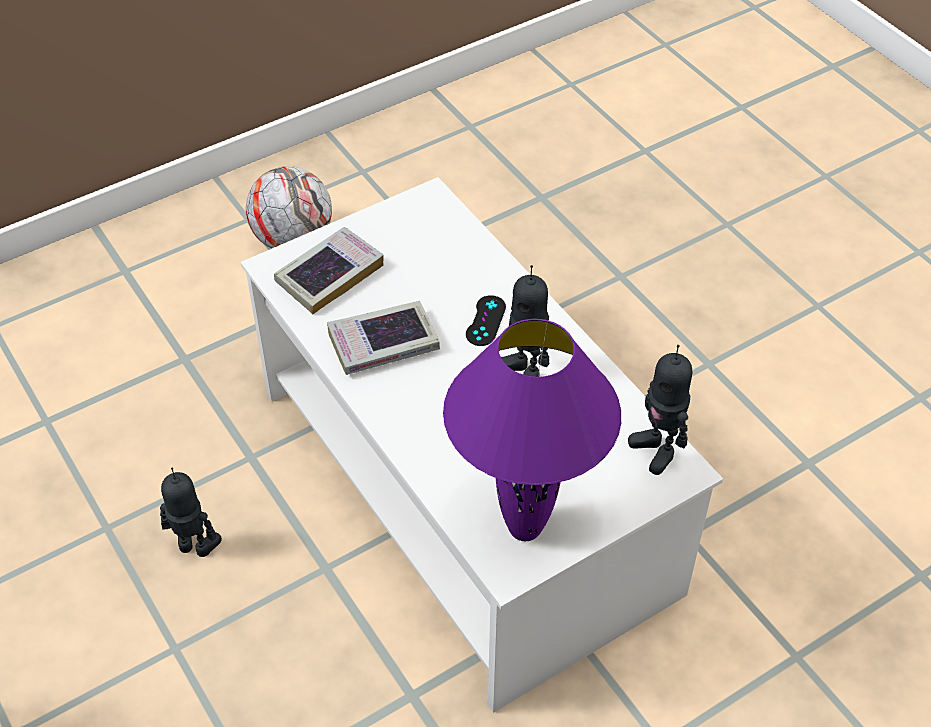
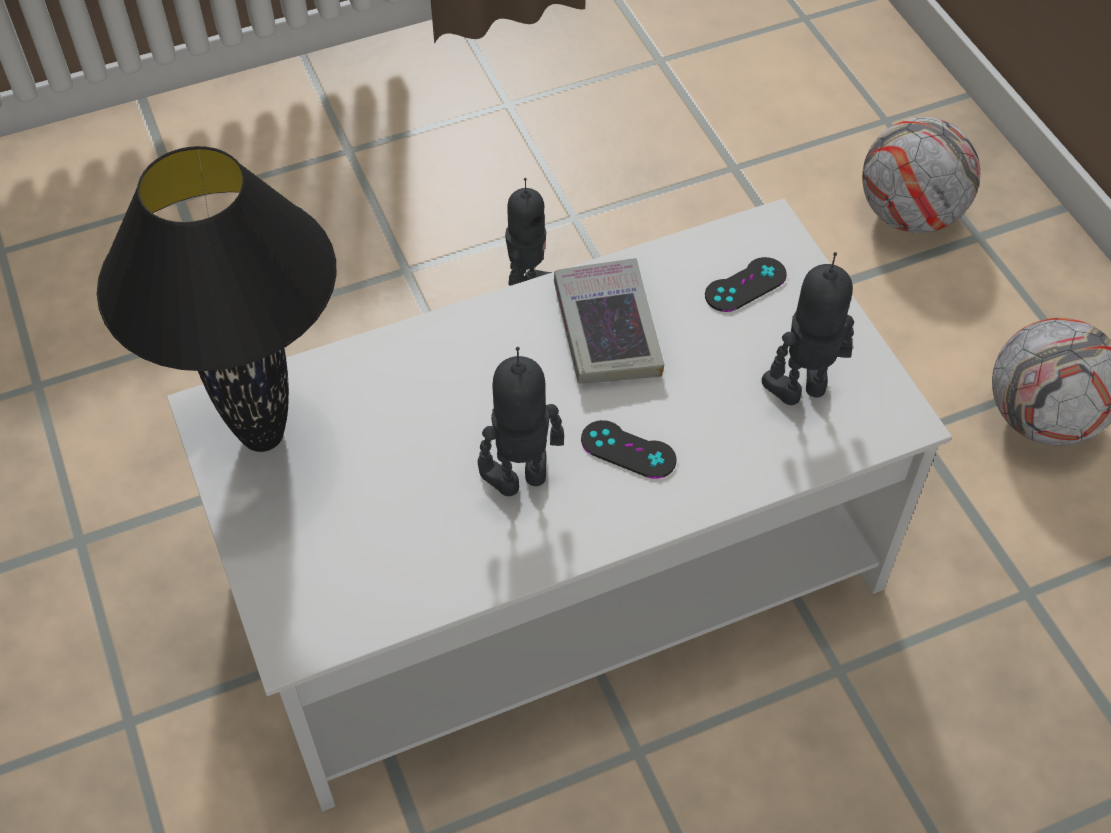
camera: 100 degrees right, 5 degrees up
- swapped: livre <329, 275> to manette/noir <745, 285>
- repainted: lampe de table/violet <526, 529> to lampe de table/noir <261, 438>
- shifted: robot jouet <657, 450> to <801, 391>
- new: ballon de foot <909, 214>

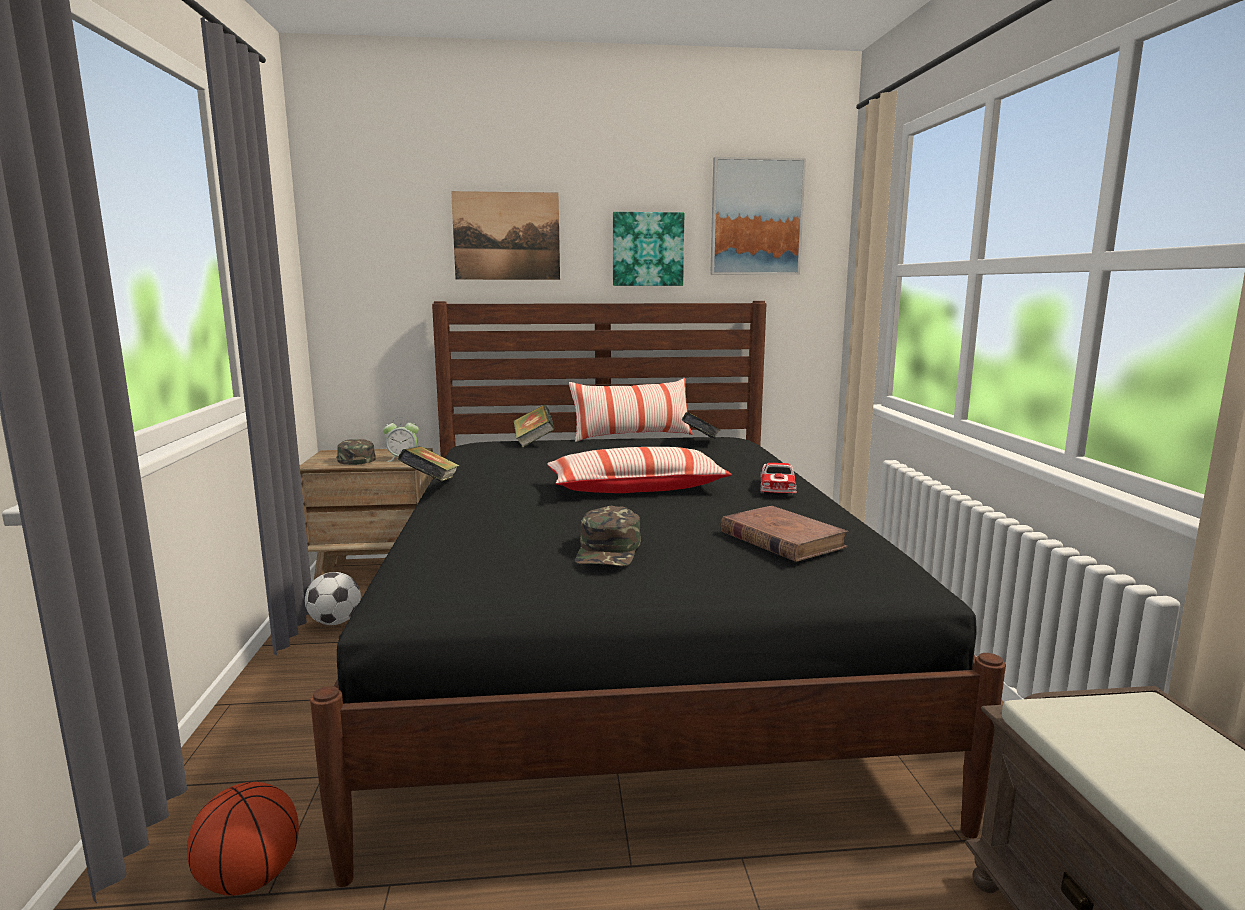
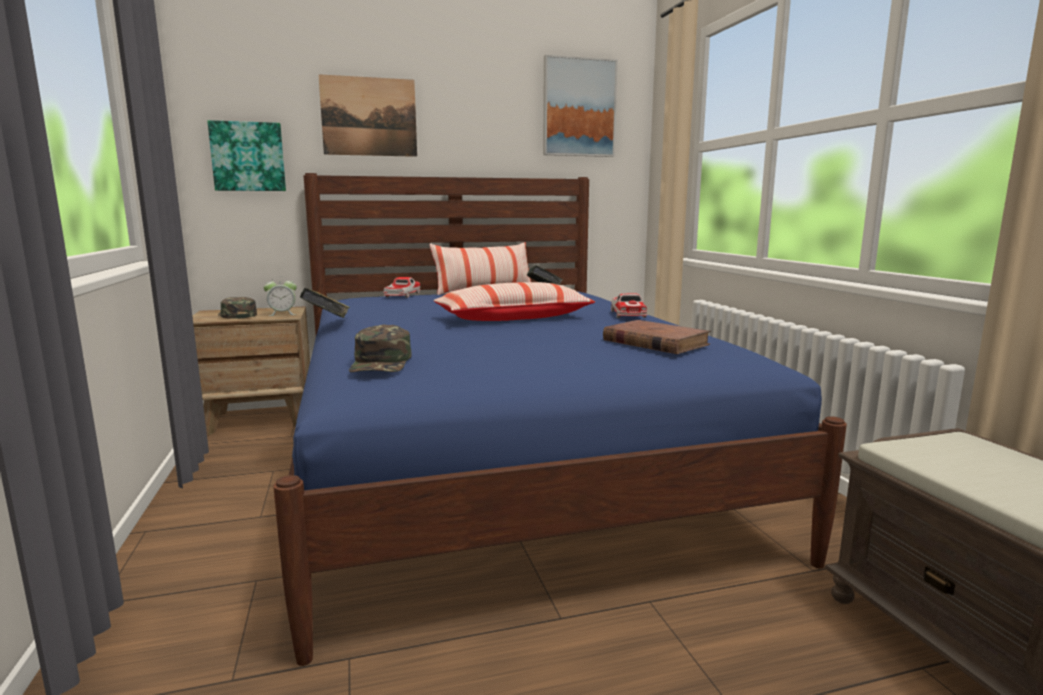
camera: 10 degrees left, 0 degrees up
- shifted: tableau <647, 249> to <248, 157>
- repainted: lit/noir <625, 650> to lit/bleu <502, 462>
- swapped: livre <533, 442> to petite voiture <402, 295>
- shifted: casquette/vert <609, 550> to <382, 363>
- gone: ballon de foot <335, 622>
- gone: ballon de basket <250, 879>

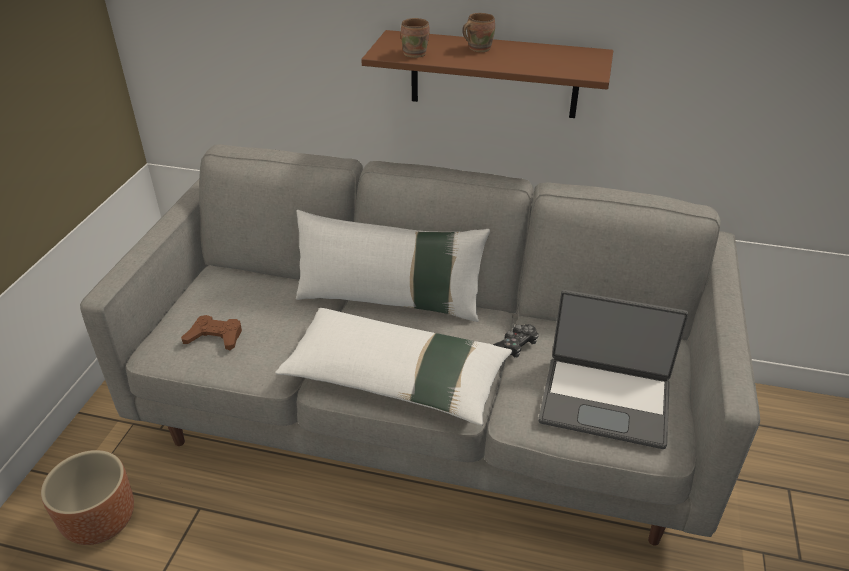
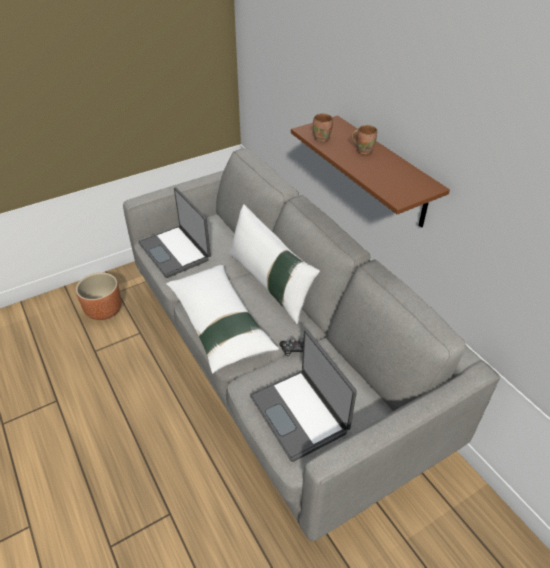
camera: 45 degrees right, 5 degrees up
- swapped: manette/marron <215, 337> to ordinateur portable <175, 251>

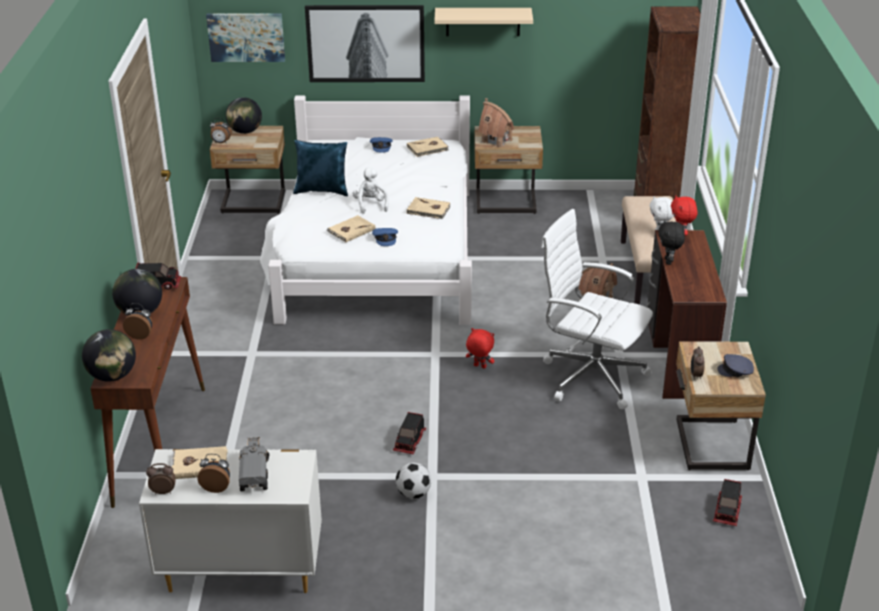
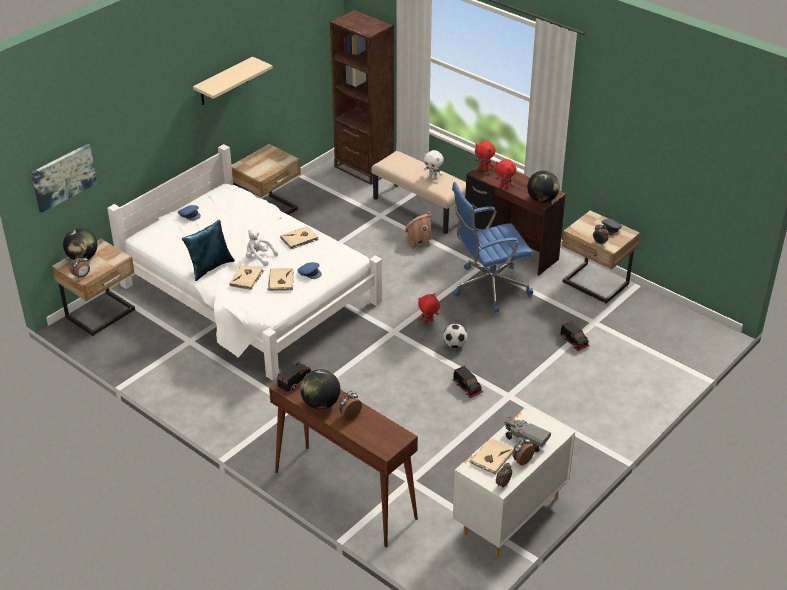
camera: 50 degrees left, 5 degrees up
- gone: tableau <365, 43>
- gone: maison miniature <496, 140>
- shifted: livre/beige <428, 148> to <247, 278>
- repainted: chaise de bureau/blanc <590, 376> to chaise de bureau/bleu <488, 287>
- repainted: peluche/noir <669, 261> to peluche/rouge <504, 187>
- shifted: globe <112, 376> to <542, 199>
- shifted: ballon de foot <413, 494> to <454, 345>
- shifted: camion jouet <728, 511> to <574, 341>

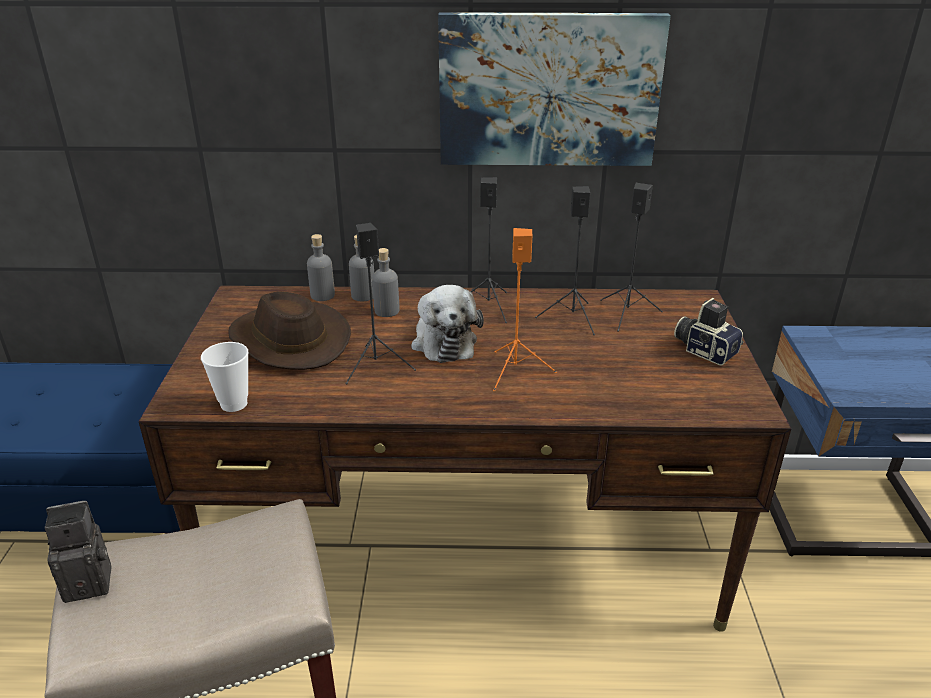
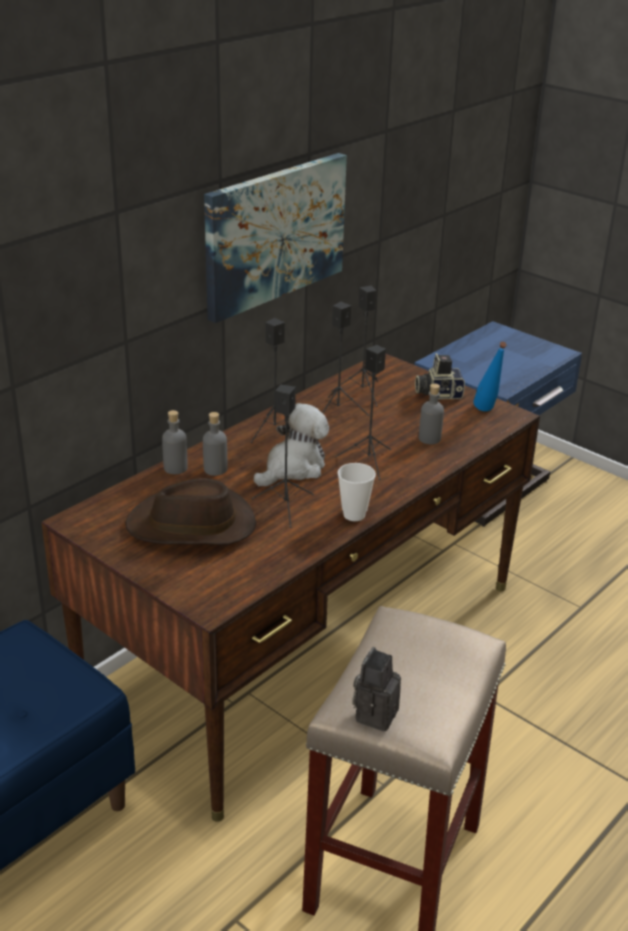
camera: 50 degrees left, 0 degrees up
- repainted: enceinte/orange <515, 371> to enceinte/noir <369, 462>
- shifted: bouteille/gris <322, 295> to <429, 438>
- rotated: peluche <443, 341> = <293, 468> 75 degrees counterclockwise
- shifted: tasse <234, 404> to <354, 515>
- new: bouteille/bleu <487, 412>

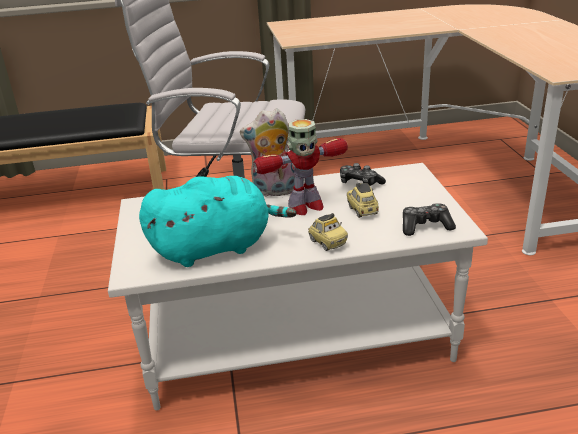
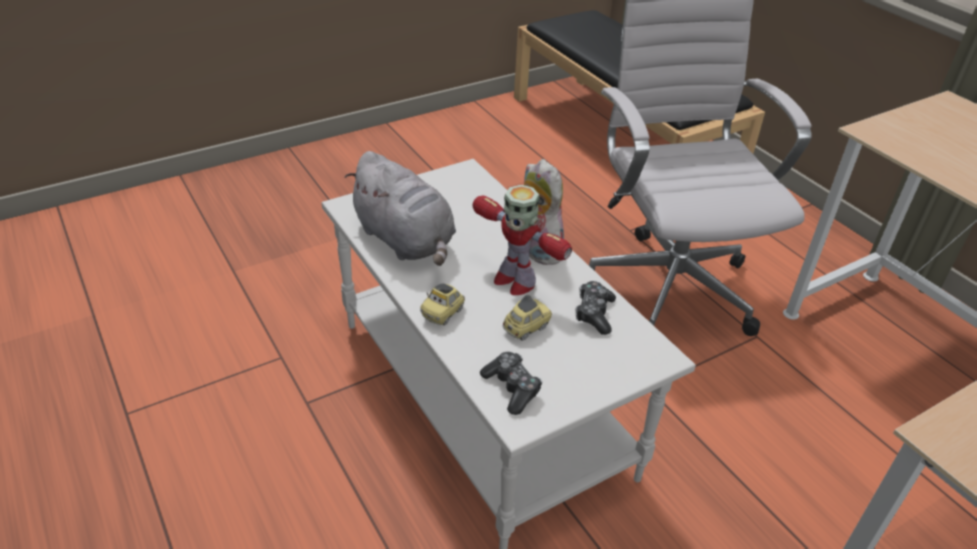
camera: 65 degrees right, 10 degrees up
- repainted: peluche/turquoise <216, 247> to peluche/gris <406, 241>

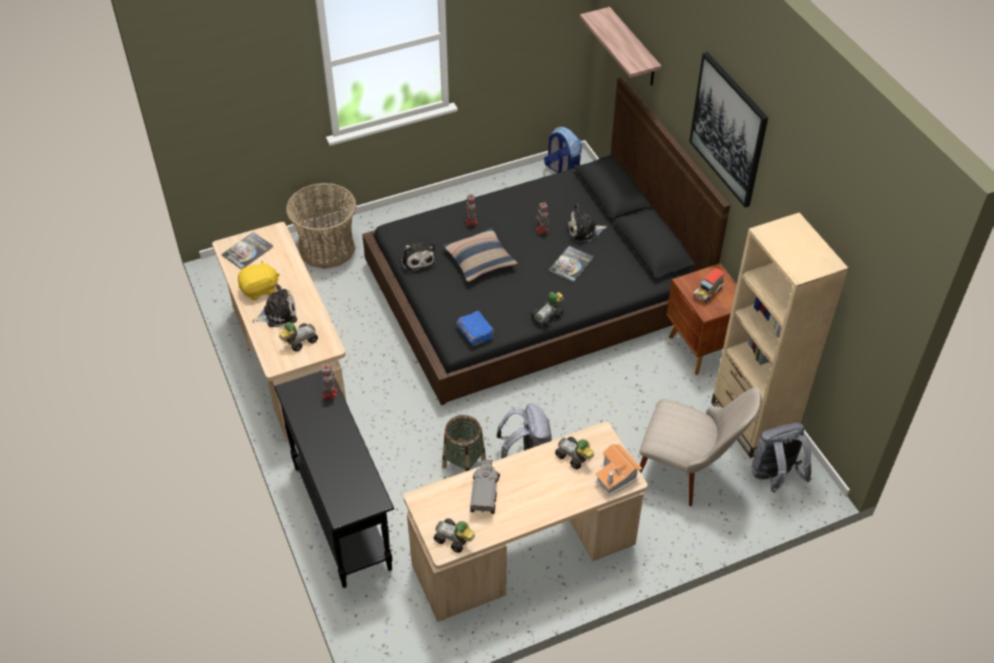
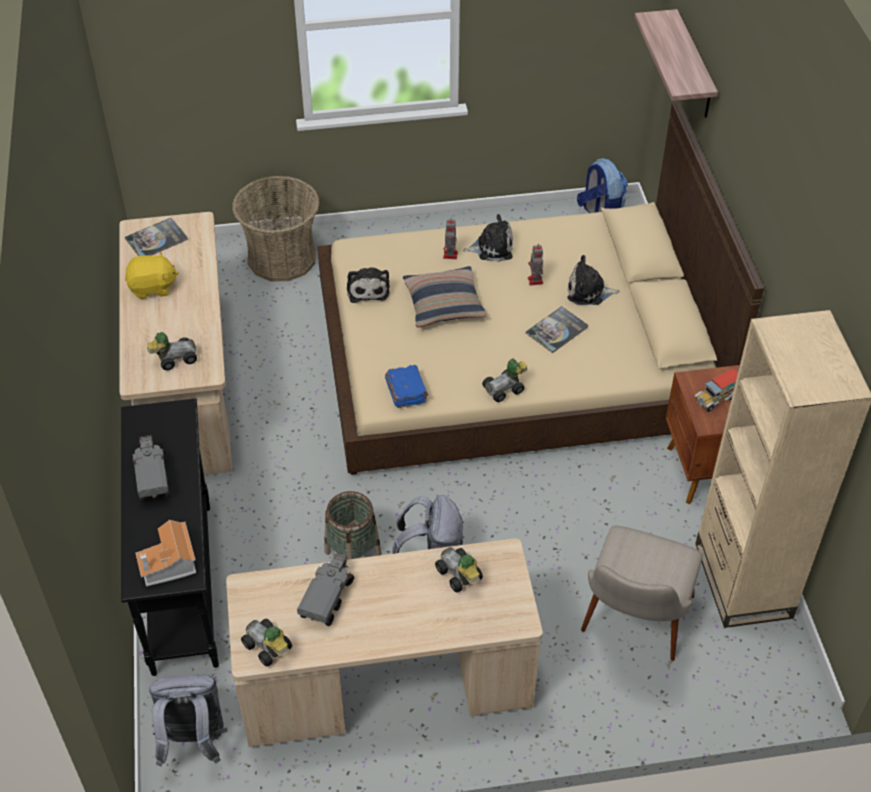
camera: 15 degrees right, 0 degrees up
- gone: tableau <728, 129>
- repainted: lit/noir <534, 290> to lit/beige <515, 355>
- shifted: peluche <278, 314> to <492, 248>
- gone: robot jouet <330, 393>
- rotated: chaise/beige <686, 473> = <632, 629> 75 degrees clockwise
- shifted: sac à dos/gris <775, 477> to <193, 742>
- shifted: maison miniature <616, 477> to <169, 565>
- new: camion jouet <152, 478>

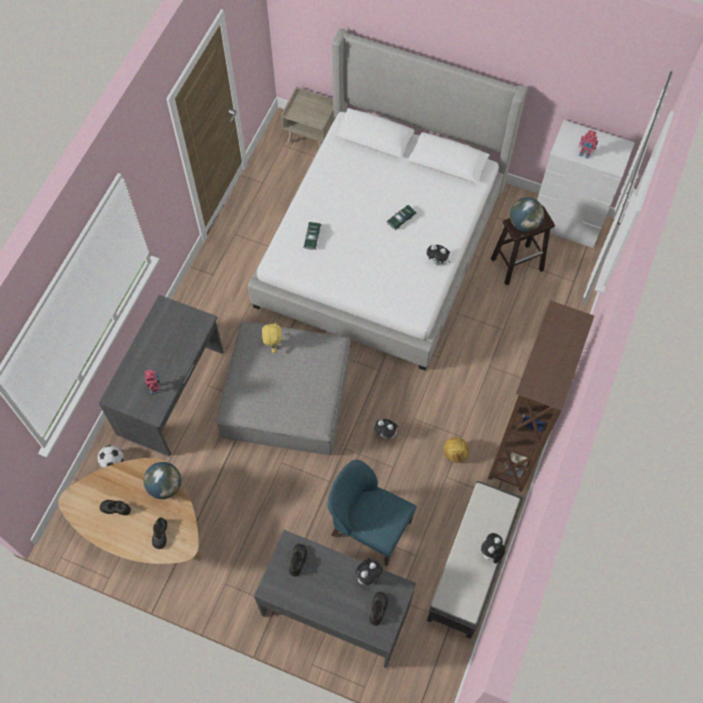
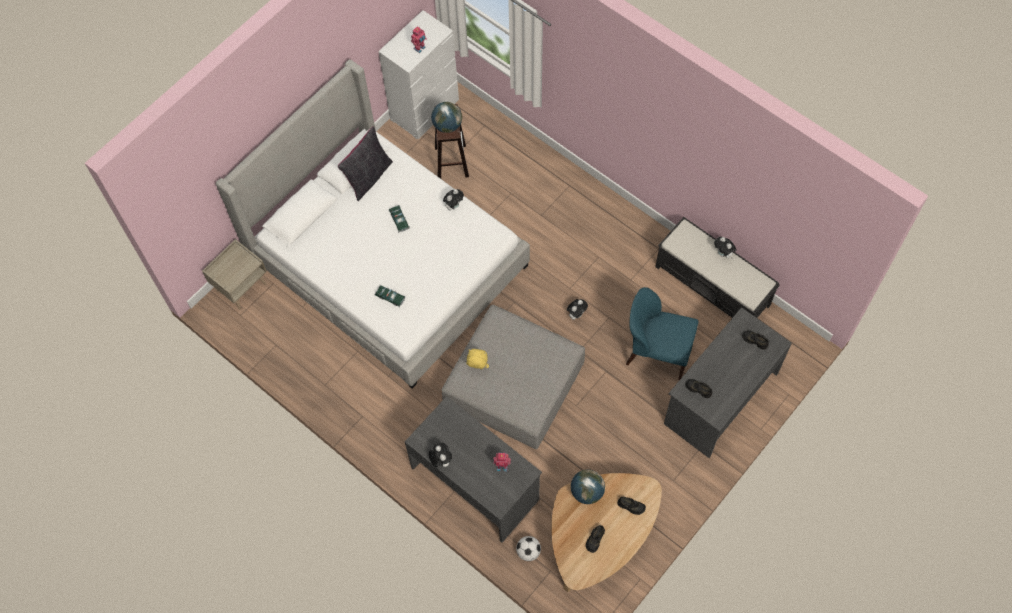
camera: 70 degrees left, 0 degrees up
- gone: bibliothèque/marron <517, 447>
- gone: ballon de foot <455, 454>
- rotated: chaise/bleu <369, 527> = <657, 352> 60 degrees clockwise
- shifted: peluche <368, 575> to <441, 460>
- new: coussin/noir <368, 177>

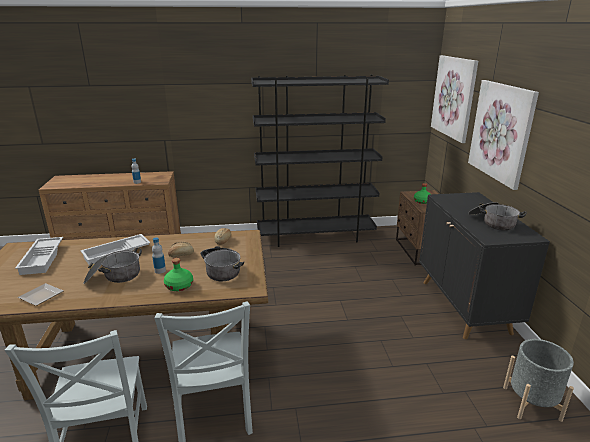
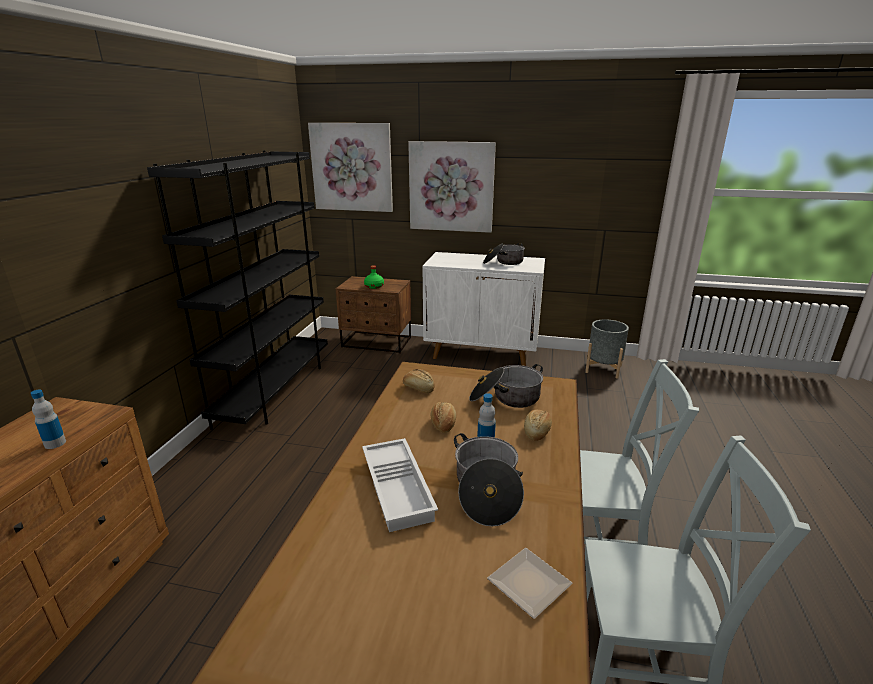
camera: 70 degrees left, 0 degrees up
- repainted: meuble de rangement/noir <465, 306> to meuble de rangement/blanc <482, 353>
- gone: plateau/blanc <43, 259>
- swapped: bouteille/vert <179, 286> to pain <537, 431>

